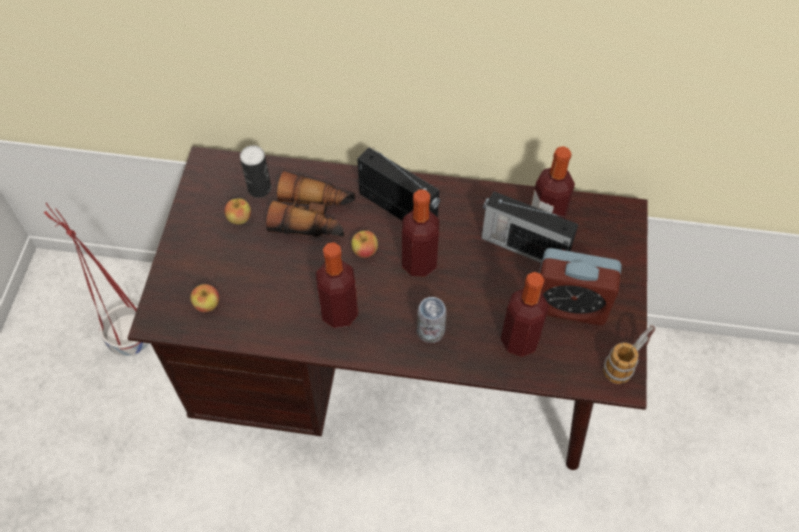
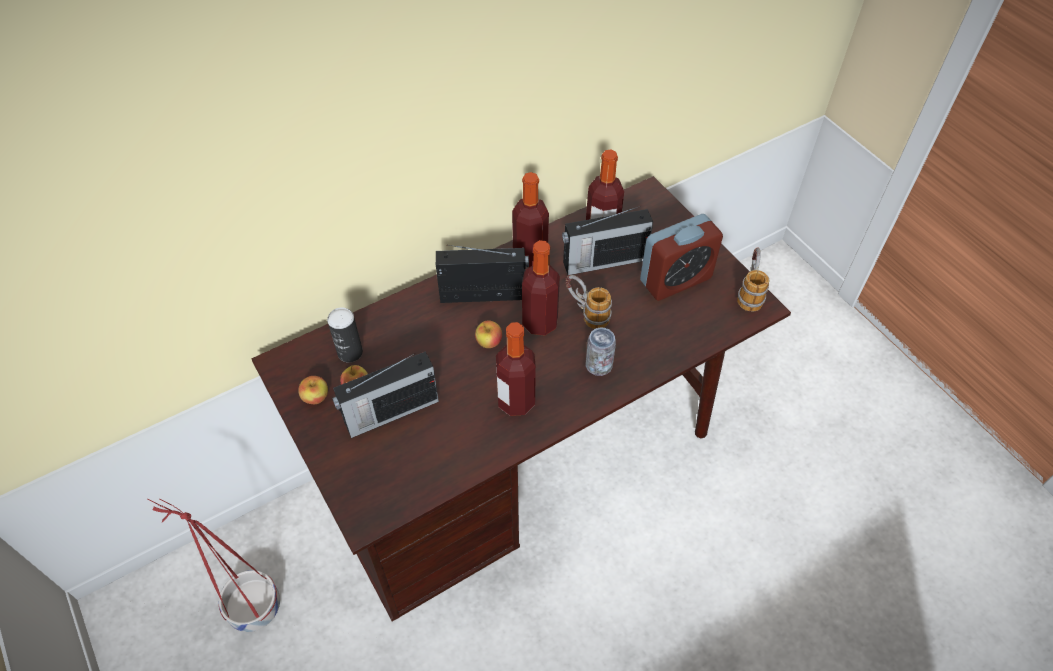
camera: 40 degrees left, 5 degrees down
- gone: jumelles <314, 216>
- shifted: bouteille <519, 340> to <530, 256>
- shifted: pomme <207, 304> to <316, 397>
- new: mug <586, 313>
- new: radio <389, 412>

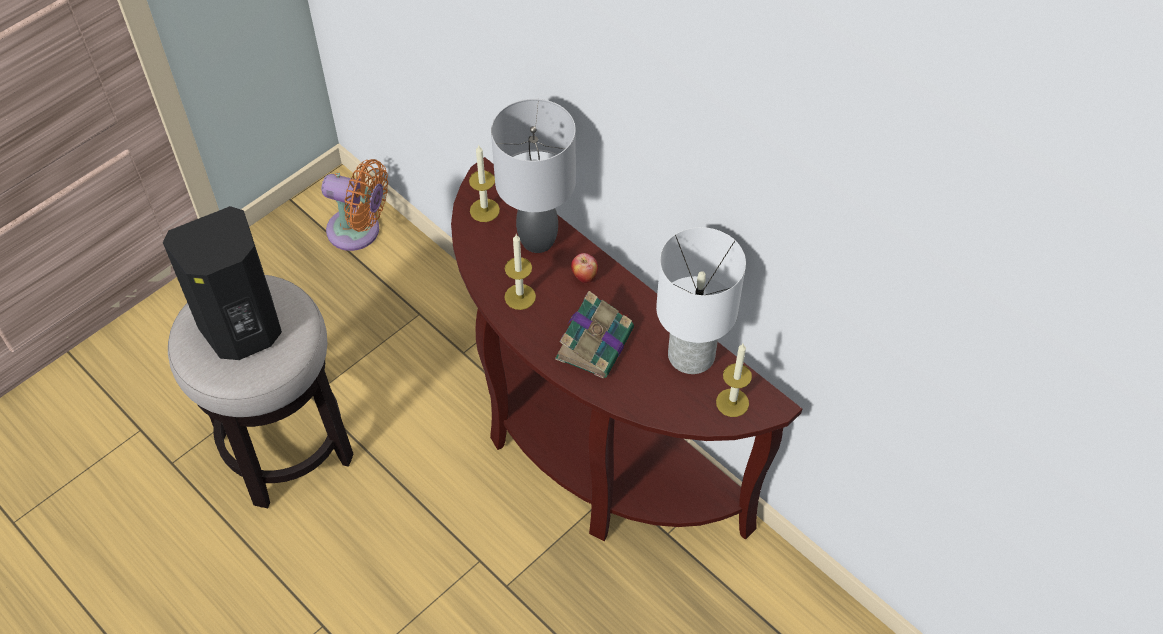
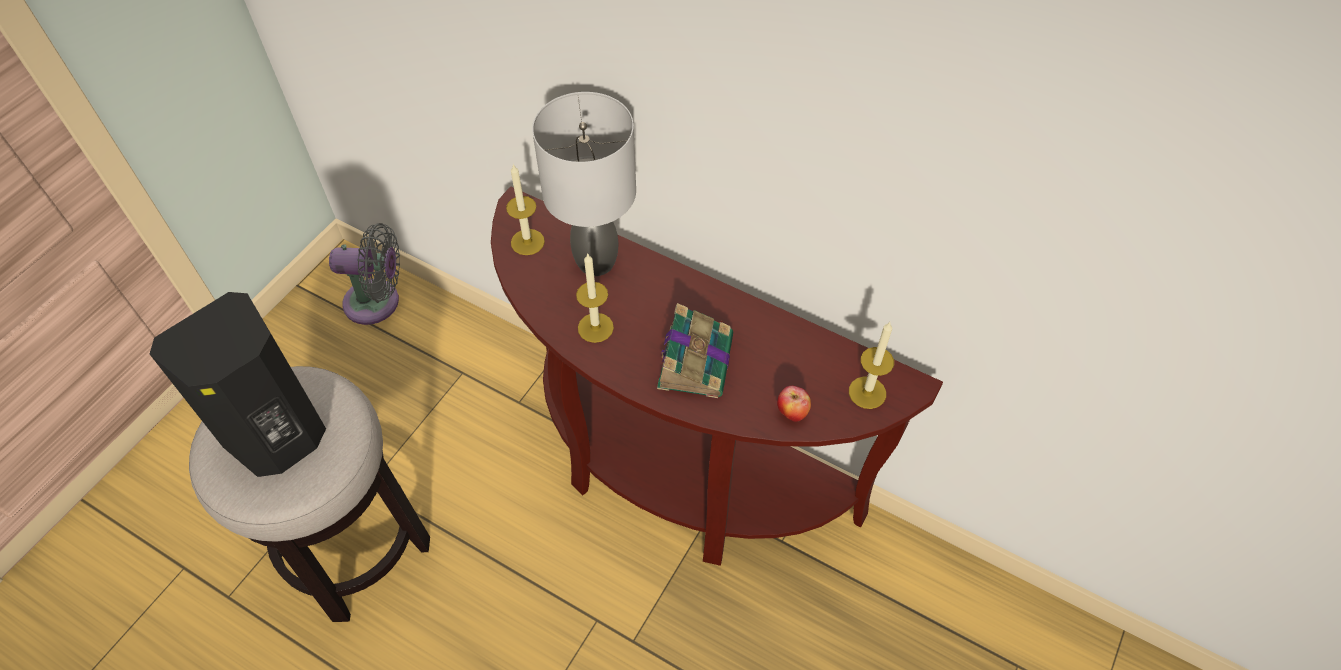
camera: 15 degrees left, 0 degrees up
- repainted: ventilateur/orange <359, 231> to ventilateur/gris <378, 302>
- gone: lampe de table/blanc <693, 355>
- shifted: pomme <584, 277> to <792, 413>

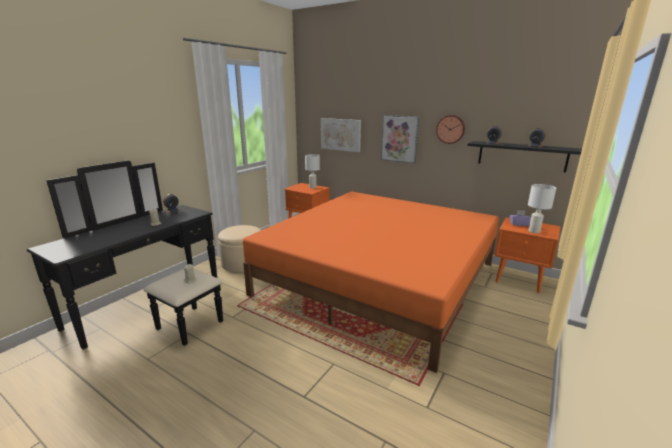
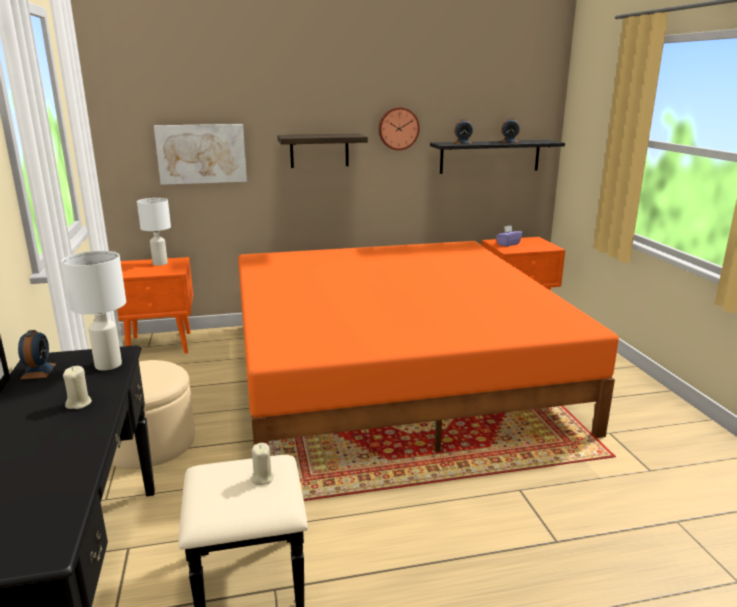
camera: 45 degrees left, 0 degrees up
- swapped: tableau <399, 139> to étagère <319, 150>
- shifted: lampe de table/blanc <534, 231> to <108, 364>

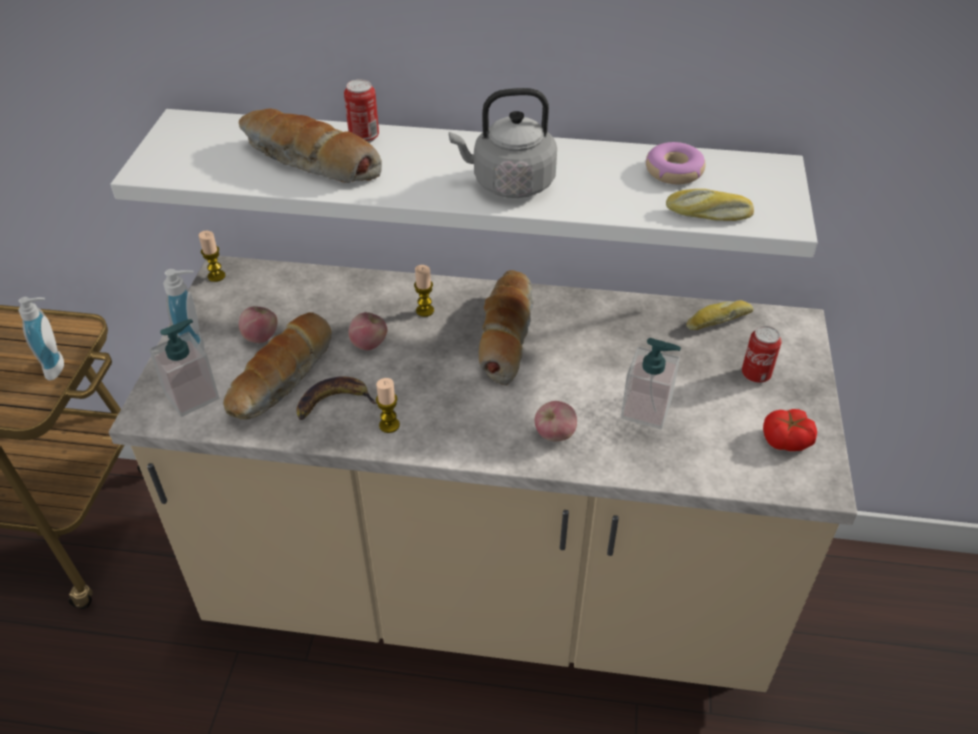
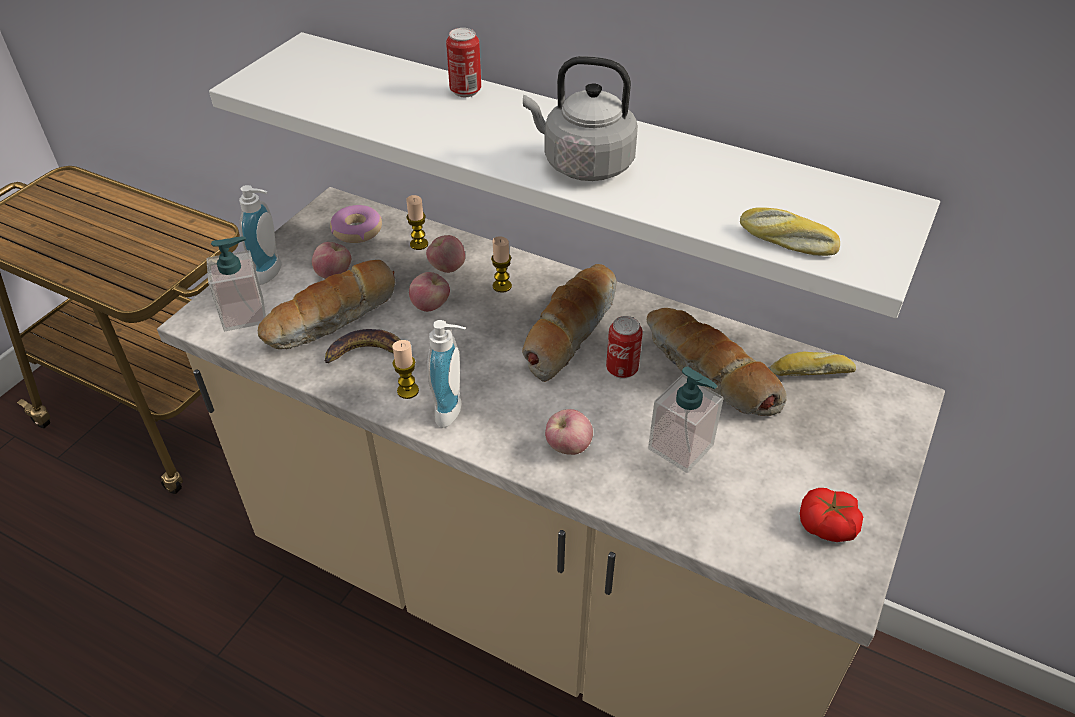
camera: 20 degrees right, 0 degrees up
- shifted: pain <309, 162> to <708, 374>
- shifted: beignet <673, 171> to <357, 230>
- shifted: bougie <216, 276> to <419, 244>
- shifted: distributeur de savon <59, 367> to <453, 411>
- shifted: boîte métallique <755, 375> to <622, 369>
- new: pomme <447, 268>

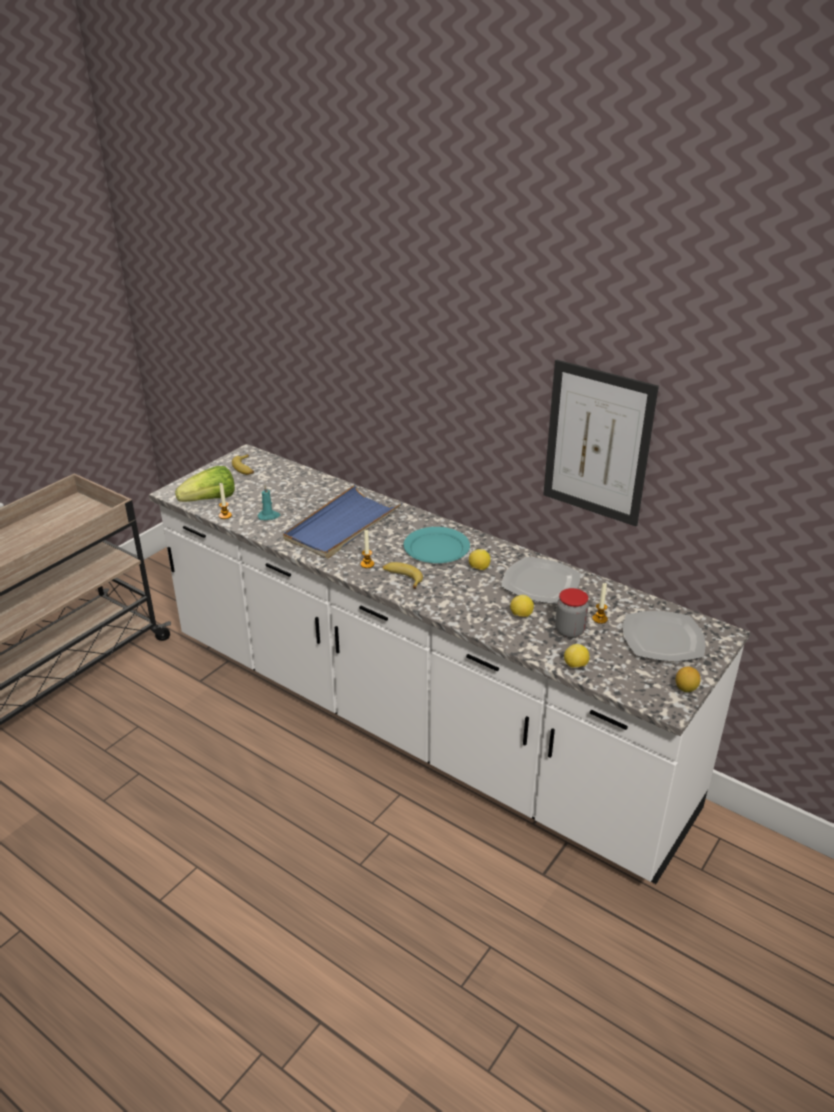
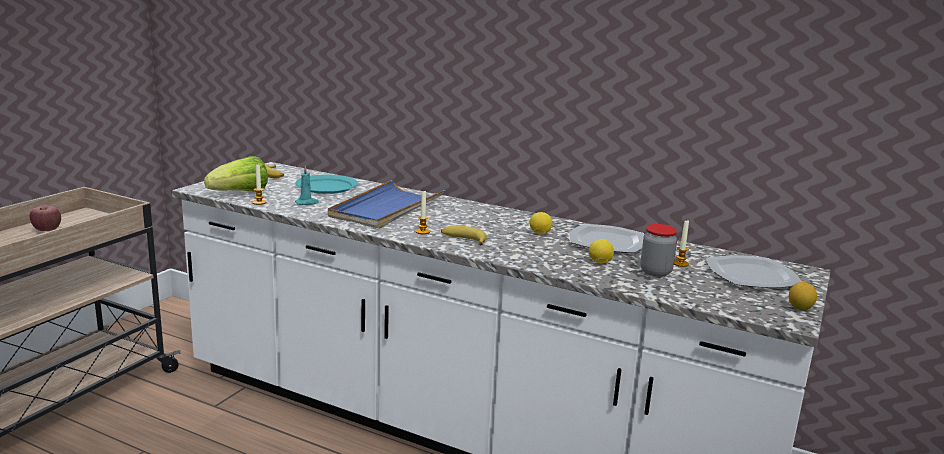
camera: 10 degrees left, 15 degrees down
- gone: tableau <597, 443>
- shifted: assiette/turquoise <436, 548> to <327, 187>
- gone: citron <575, 666>
- new: pomme <47, 230>

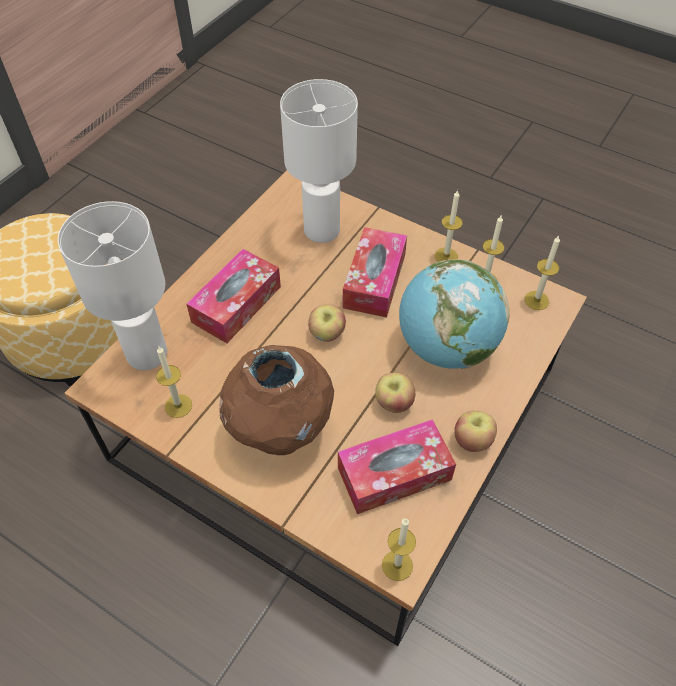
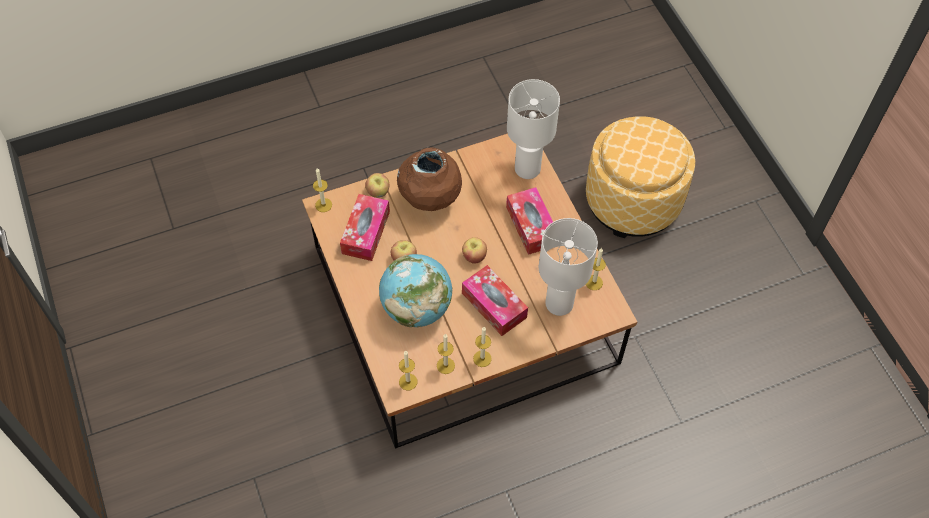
camera: 125 degrees right, 5 degrees up
- shifted: bougie <178, 406> to <594, 282>
- shifted: pomme <472, 440> to <378, 192>

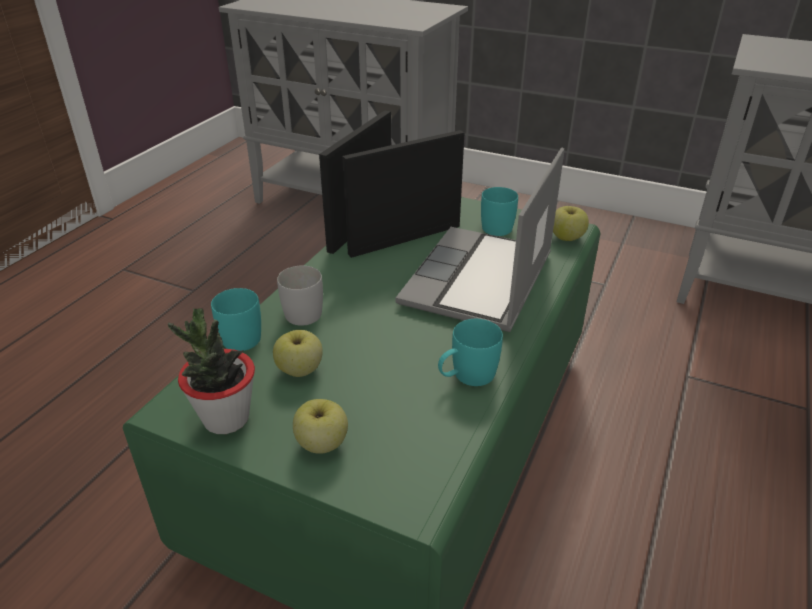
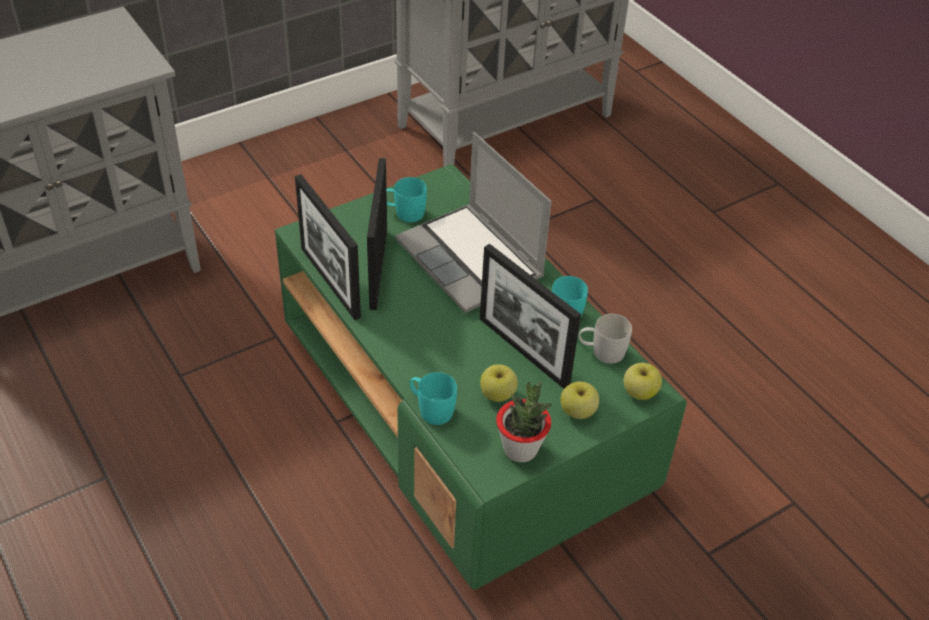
camera: 60 degrees left, 10 degrees up
- shifted: pomme <567, 237> to <639, 392>
- shifted: mug/blanc <301, 310> to <601, 352>
- new: cadre photo <523, 351>

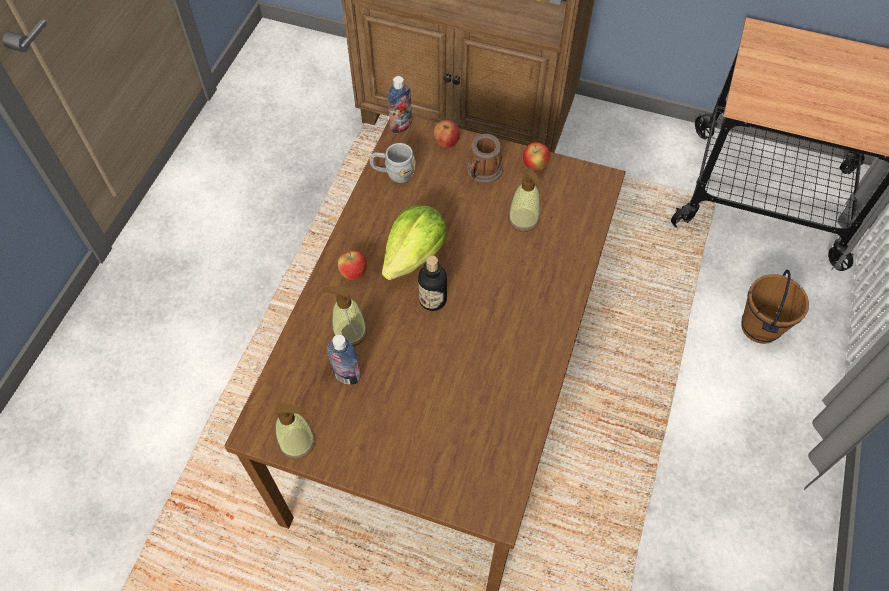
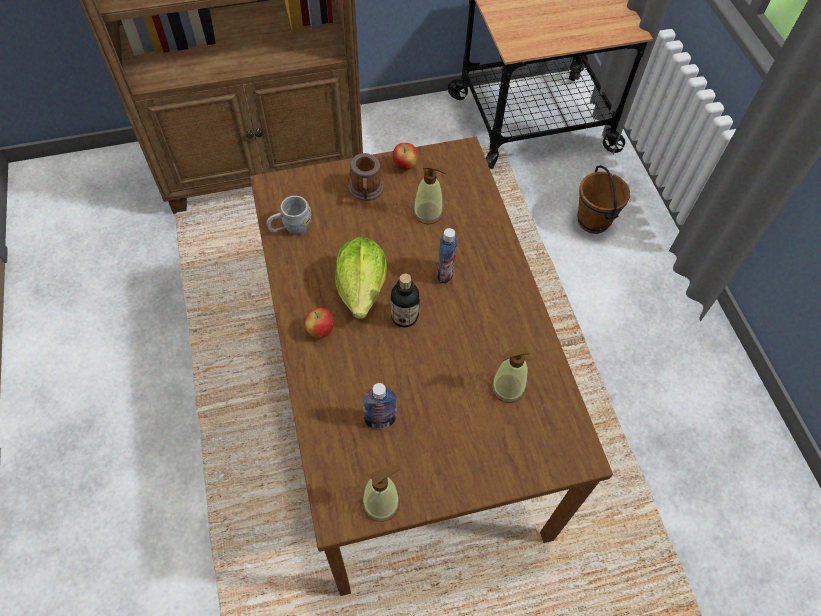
camera: 35 degrees left, 0 degrees up
- shifted: bouteille <401, 126> to <445, 273>
- gone: pomme <446, 142>
- shifted: distributeur de savon <349, 332> to <507, 387>

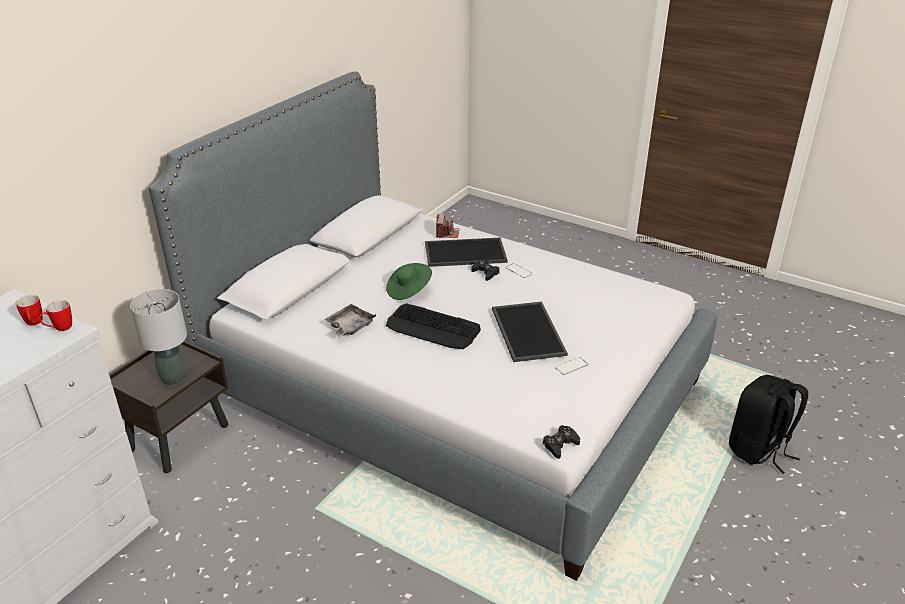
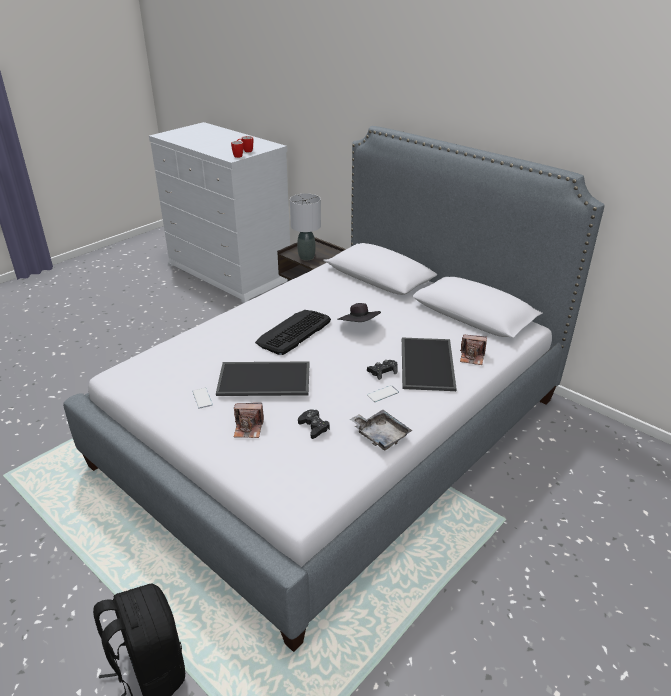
camera: 100 degrees right, 0 degrees up
- repainted: chapeau/vert <408, 290> to chapeau/noir <359, 326>
- shifted: plateau/gris <349, 327> to <380, 435>
- shifted: manette/noir <560, 445> to <314, 427>
- new: appareil photo <248, 428>

